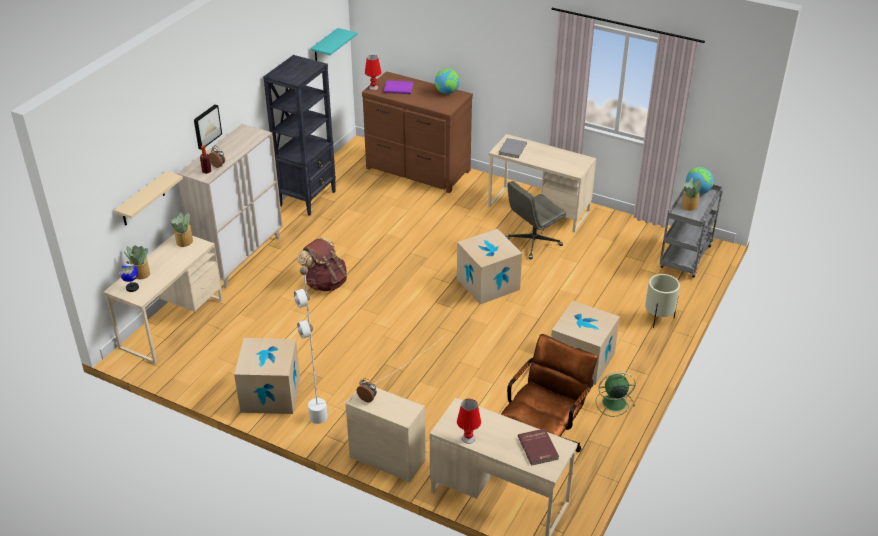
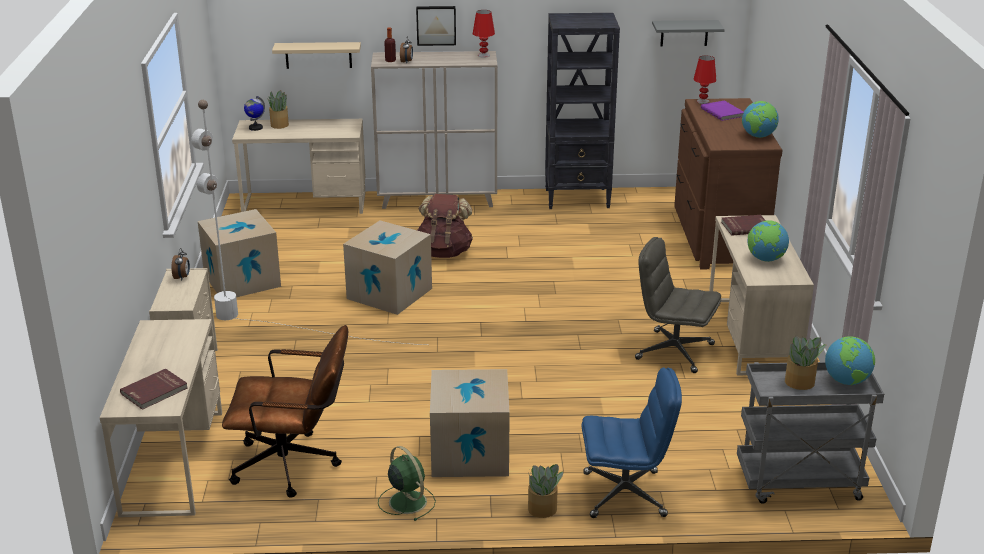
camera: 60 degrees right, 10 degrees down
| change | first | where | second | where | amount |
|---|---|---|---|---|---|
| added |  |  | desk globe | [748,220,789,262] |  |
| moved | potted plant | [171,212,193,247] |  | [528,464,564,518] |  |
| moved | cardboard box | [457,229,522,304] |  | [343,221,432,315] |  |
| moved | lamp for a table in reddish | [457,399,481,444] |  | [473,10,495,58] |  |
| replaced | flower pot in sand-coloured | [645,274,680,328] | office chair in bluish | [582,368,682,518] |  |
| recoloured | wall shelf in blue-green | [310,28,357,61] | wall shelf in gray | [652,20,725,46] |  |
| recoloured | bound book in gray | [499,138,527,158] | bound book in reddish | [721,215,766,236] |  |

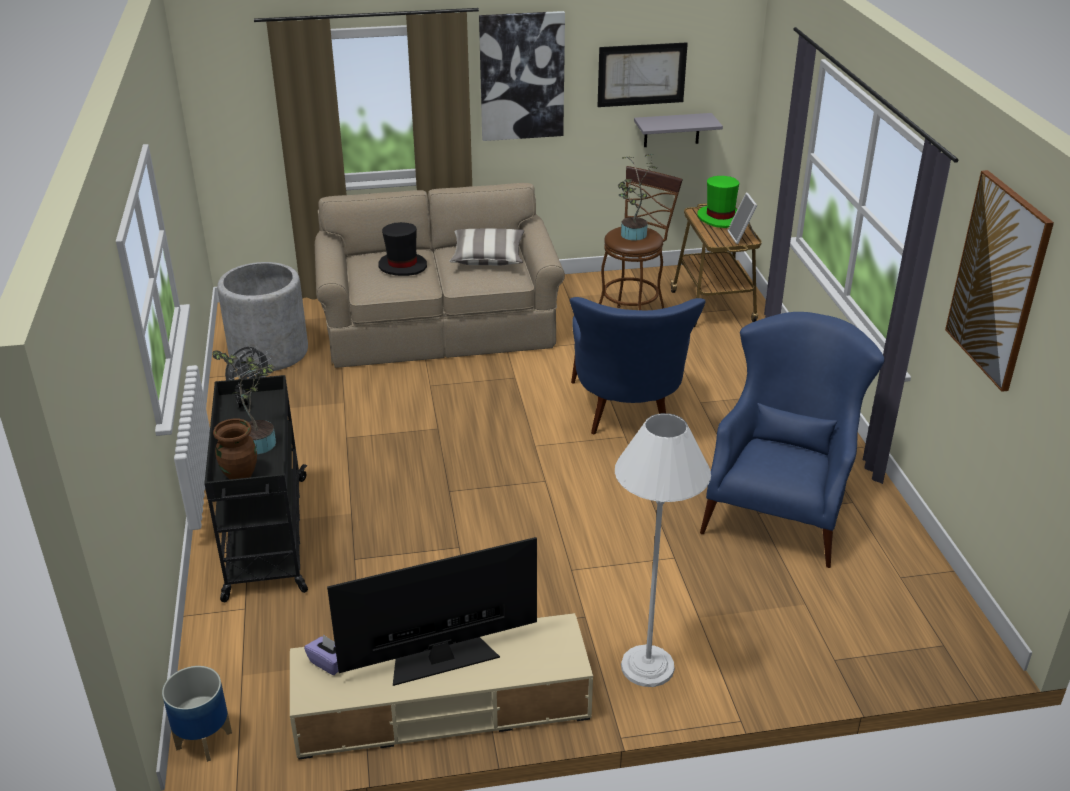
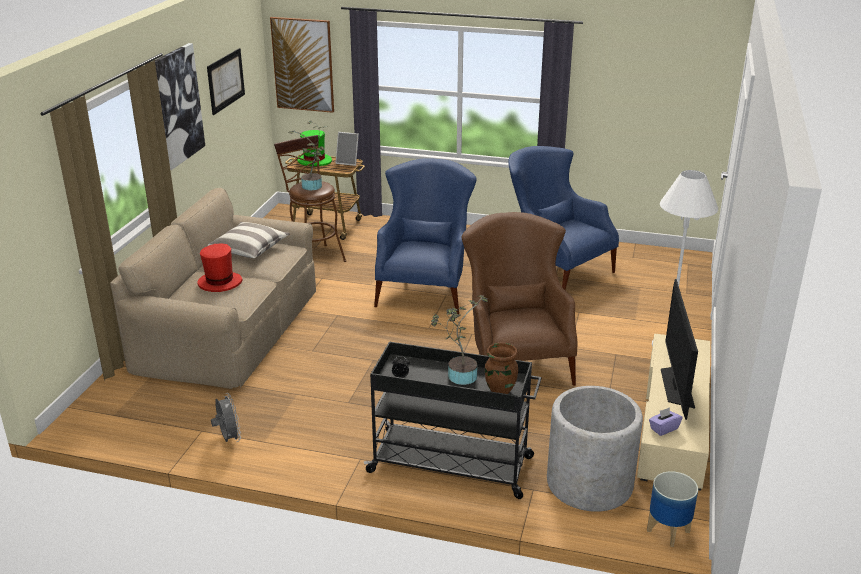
camera: 65 degrees left, 5 degrees down
| change | first | where | second | where | amount |
|---|---|---|---|---|---|
| removed | wall shelf in gray | [634,113,723,147] |  |  |  |
| added |  |  | lounge chair in brown | [462,212,577,386] |  |
| moved | flower pot in gray | [217,262,308,371] |  | [547,386,643,512] |  |
| moved | picture | [945,170,1054,392] |  | [270,17,334,113] |  |
| recoloured | hat in black | [378,222,427,276] | hat in reddish | [197,244,242,292] |  |
| turned | lounge chair in bluish | [570,297,706,435] |  | [374,158,477,314] | 105 degrees counterclockwise |

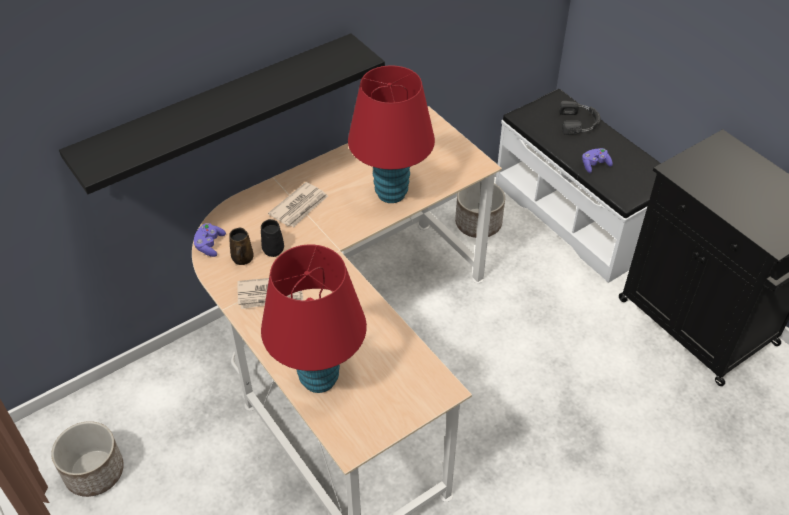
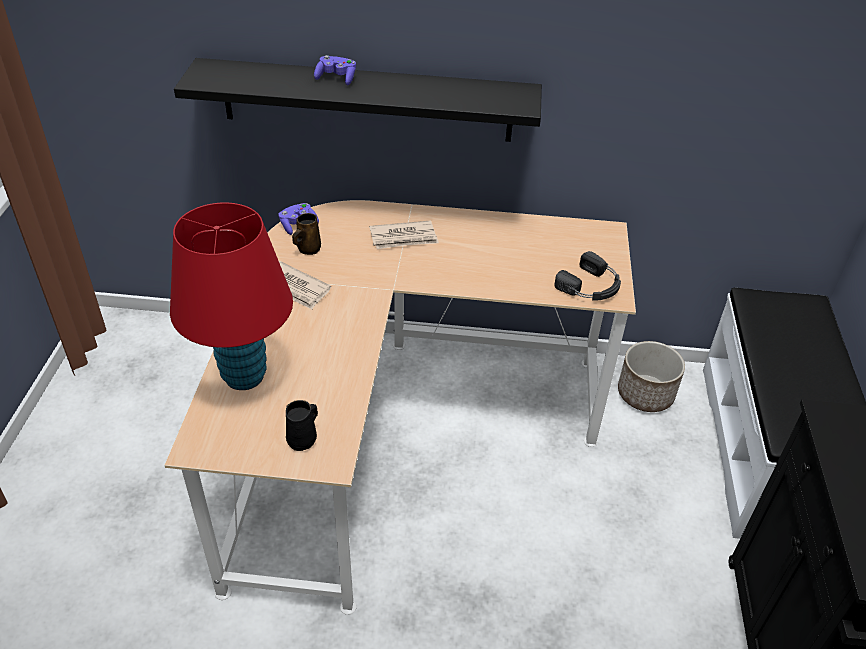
camera: 40 degrees right, 5 degrees down
| change | first | where | second | where | amount |
|---|---|---|---|---|---|
| removed | flower pot | [51,421,124,497] |  |  |  |
| removed | lamp for a table in reddish | [348,65,435,203] |  |  |  |
| moved | tea mug in black | [261,219,284,257] |  | [286,400,318,451] |  |
| moved | headset in black | [559,101,601,135] |  | [555,251,621,301] |  |
| moved | joypad in purple-coloured | [582,148,613,173] |  | [314,55,356,85] |  |

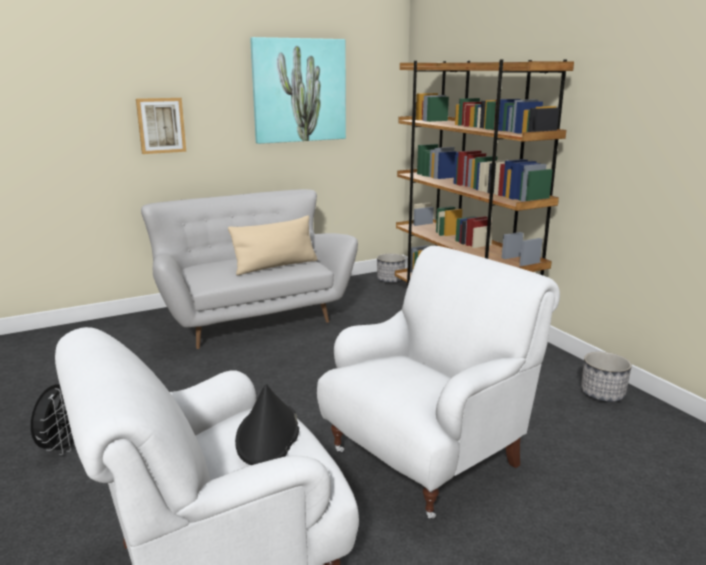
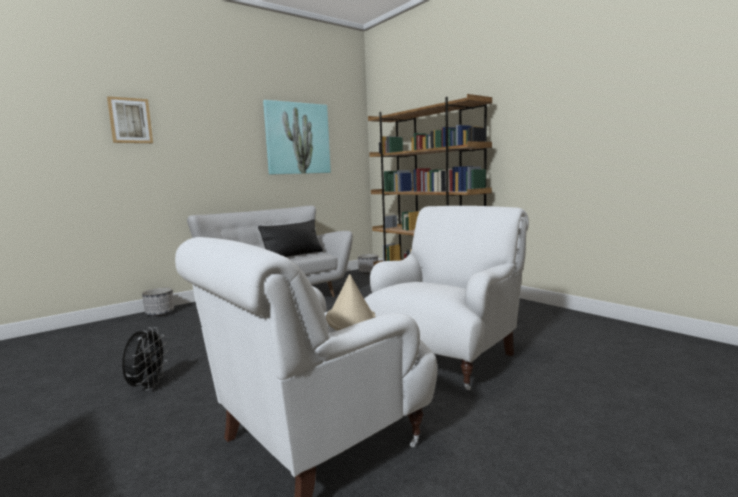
camera: 10 degrees left, 10 degrees down
| change | first | where | second | where | amount |
|---|---|---|---|---|---|
| moved | picture | [136,98,186,154] |  | [107,96,153,143] |  |
| moved | flower pot | [581,352,632,402] |  | [142,288,174,316] |  |
| recoloured | cushion in sand-coloured | [228,215,318,275] | cushion in black | [258,219,323,257] |  |
| recoloured | hat in black | [235,384,299,465] | hat in sand-coloured | [326,274,375,331] |  |

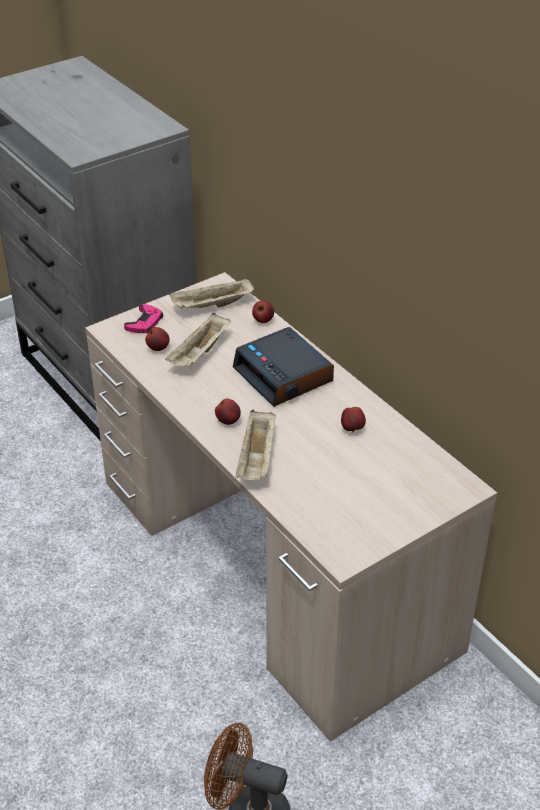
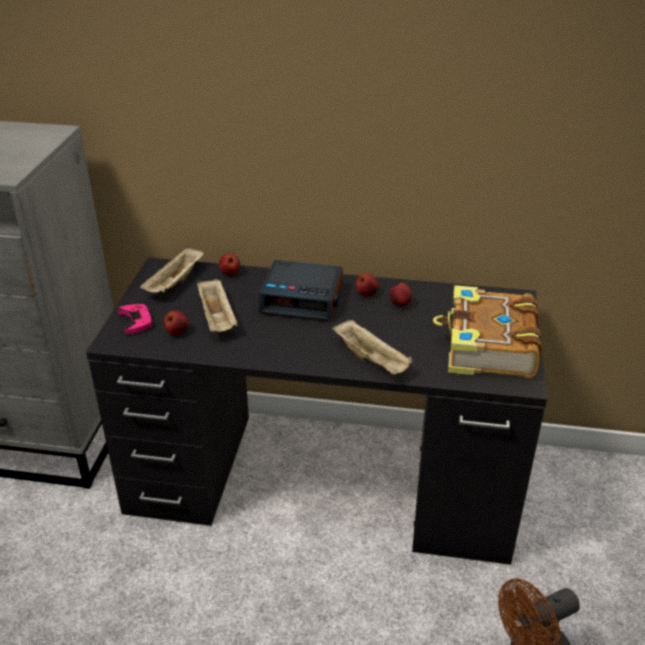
camera: 45 degrees left, 5 degrees down
| change | first | where | second | where | amount |
|---|---|---|---|---|---|
| added |  |  | bound book | [433,285,542,378] |  |
| moved | whole apple | [215,398,241,425] |  | [356,273,379,297] |  |
| recoloured | desk in sand-coloured | [85,272,497,742] | desk in black | [86,257,547,565] |  |

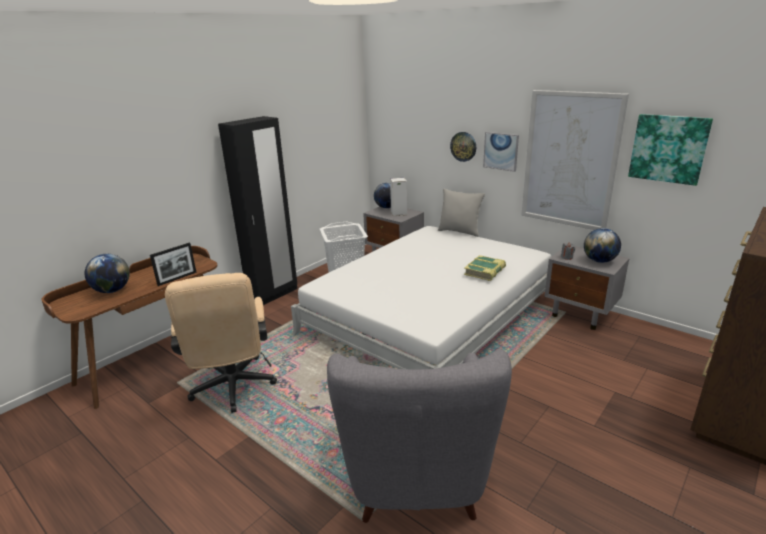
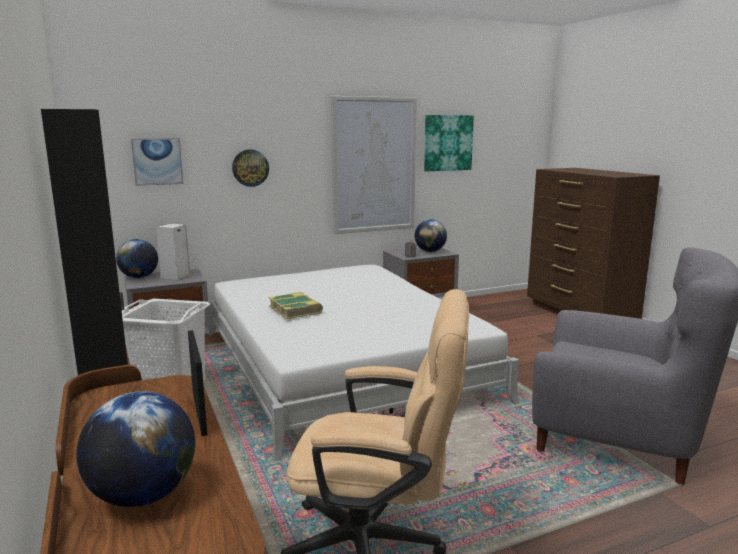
camera: 65 degrees left, 10 degrees down
| change | first | where | second | where | amount |
|---|---|---|---|---|---|
| removed | cushion in gray | [438,188,485,237] |  |  |  |
| moved | bound book | [464,255,506,281] |  | [269,292,323,319] |  |
| moved | picture | [483,132,519,172] |  | [131,138,183,186] |  |

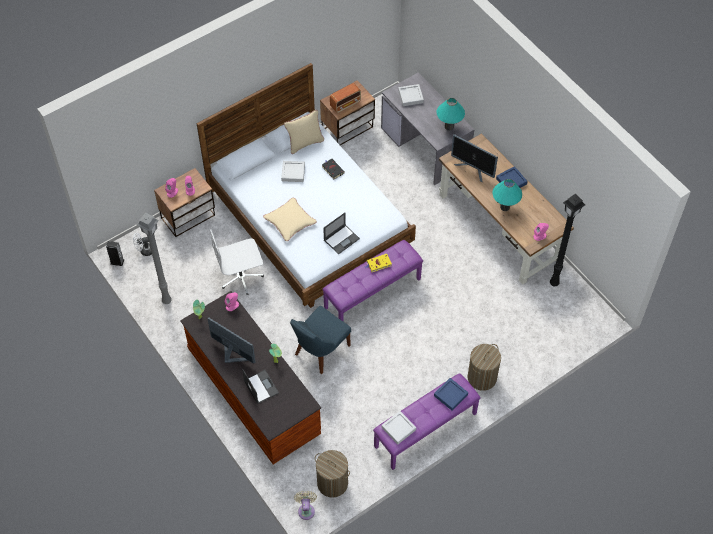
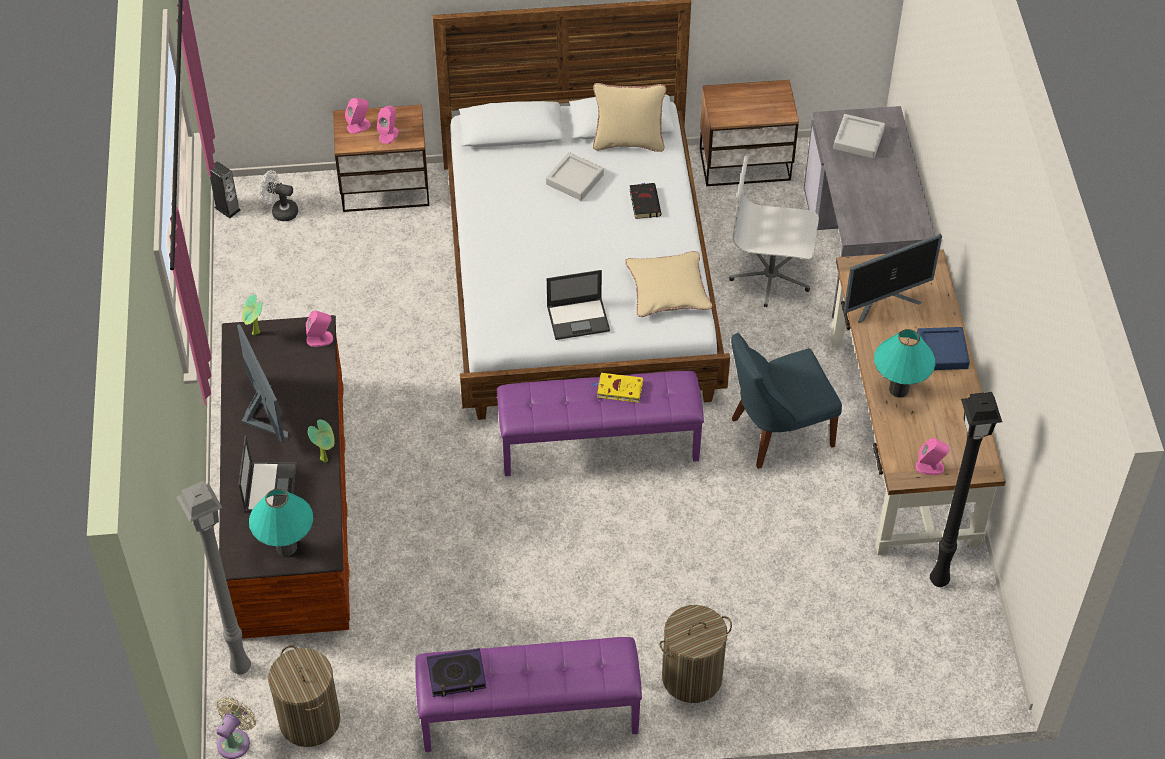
camera: 30 degrees right, 5 degrees down
| change | first | where | second | where | amount |
|---|---|---|---|---|---|
| removed | radio receiver | [330,83,361,113] |  |  |  |
| removed | serving tray in bluish | [434,378,468,411] |  |  |  |
| moved | standard lamp in gray | [137,213,172,304] |  | [176,481,251,675] |  |
| moved | office chair in whitish | [210,229,264,295] |  | [729,156,819,307] |  |
| moved | cushion in sand-coloured | [263,198,317,241] |  | [625,251,712,317] |  |
| moved | plain chair in bluish | [290,306,351,374] |  | [731,333,842,469] |  |
| moved | lamp for a table in blue-green | [436,98,465,131] |  | [249,489,313,556] |  |
| replaced | serving tray in gray | [382,411,416,444] | bound book | [427,648,486,697] |  |
| turned | monitor | [451,134,498,182] |  | [844,234,942,323] | 90 degrees counterclockwise |

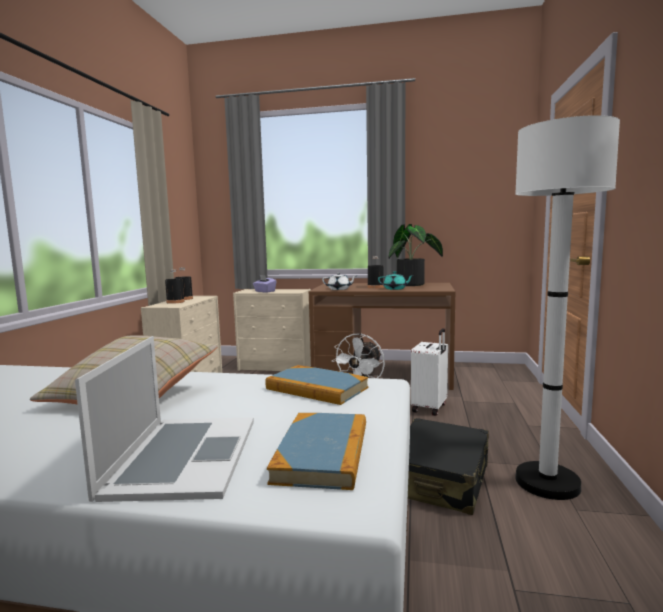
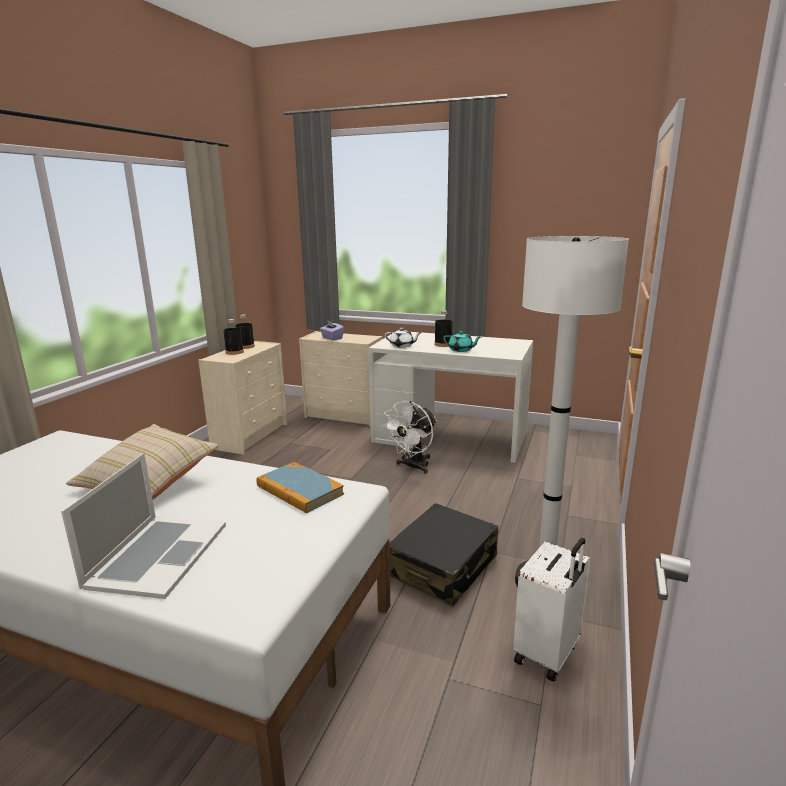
camera: 10 degrees right, 10 degrees up
| change | first | where | second | where | amount |
|---|---|---|---|---|---|
| removed | bound book | [267,413,366,490] |  |  |  |
| removed | potted plant | [388,224,443,286] |  |  |  |
| moved | travel case in whitish | [411,328,448,416] |  | [513,538,590,682] |  |
| recoloured | desk in brown | [309,283,456,390] | desk in whitish | [368,332,533,463] |  |

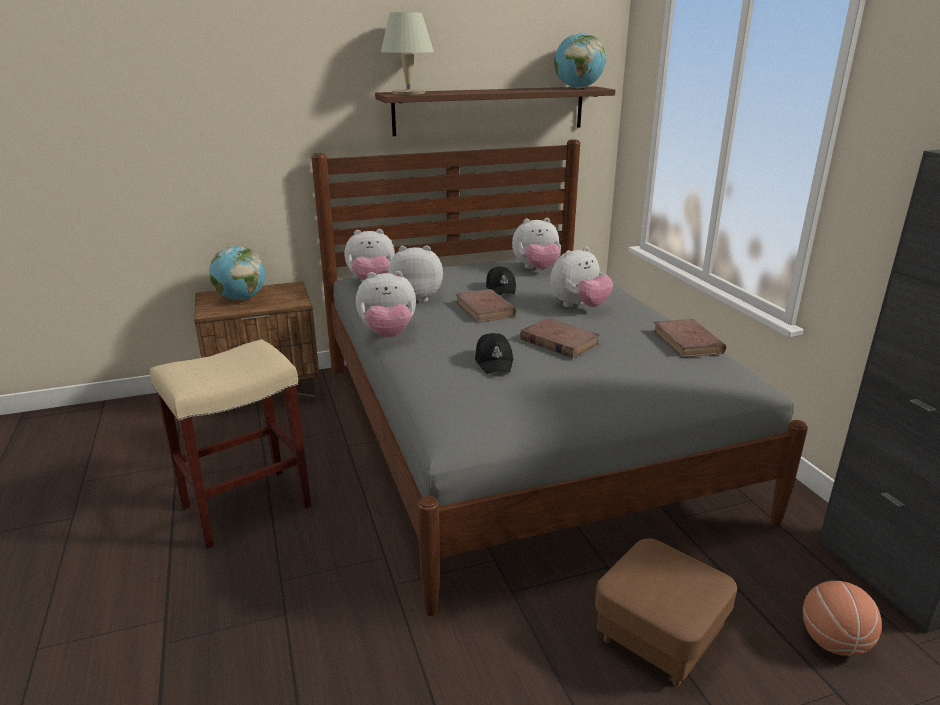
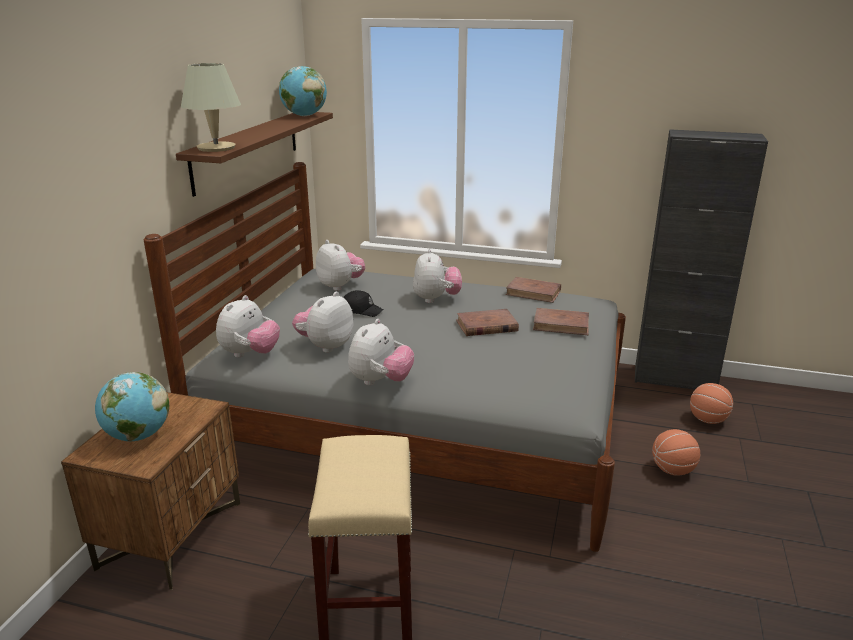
camera: 55 degrees left, 0 degrees up
| change | first | where | second | where | amount |
|---|---|---|---|---|---|
| removed | peaked cap in black | [475,333,513,374] |  |  |  |
| moved | bound book in brown | [455,289,516,323] |  | [533,308,589,335] |  |
| replaced | footrest in brown | [595,538,737,687] | basketball ball | [652,429,700,476] |  |
| turned | plush toy | [512,218,561,270] |  | [316,240,365,291] | 60 degrees counterclockwise |

